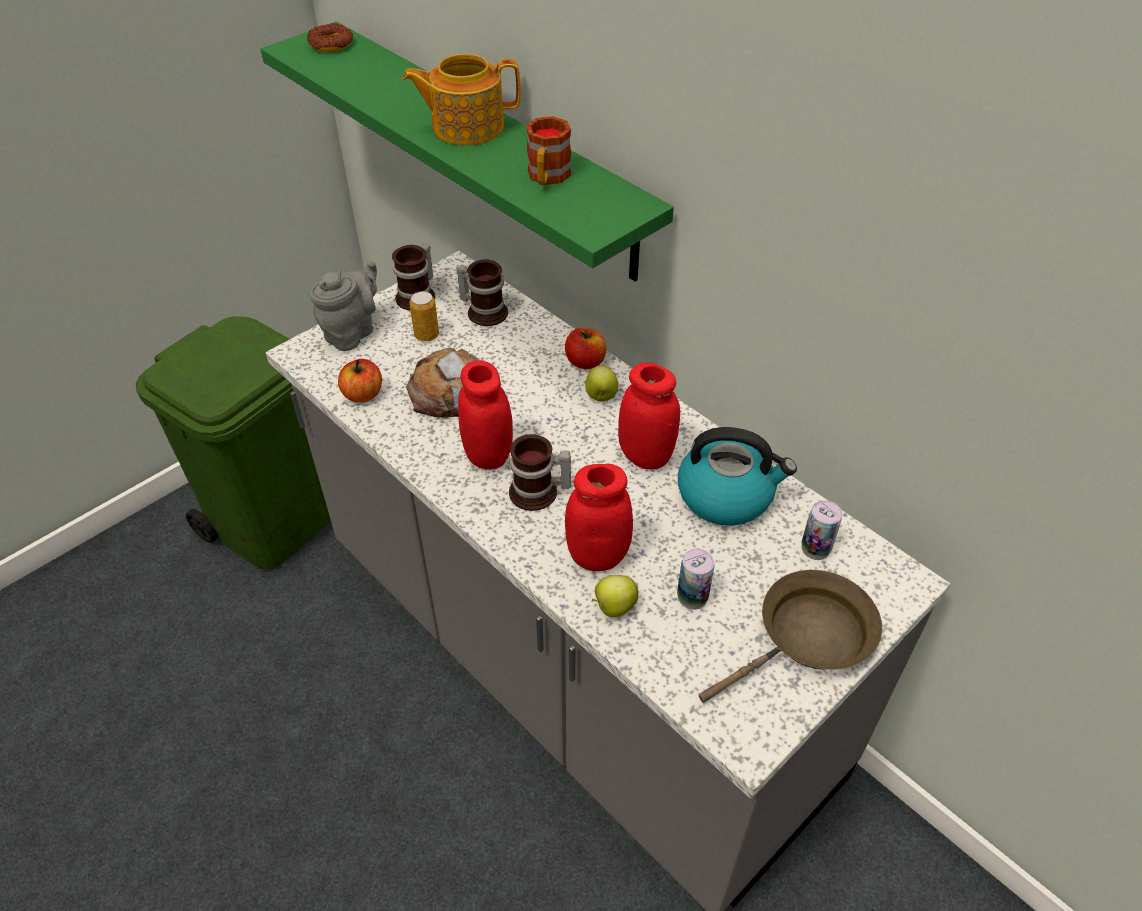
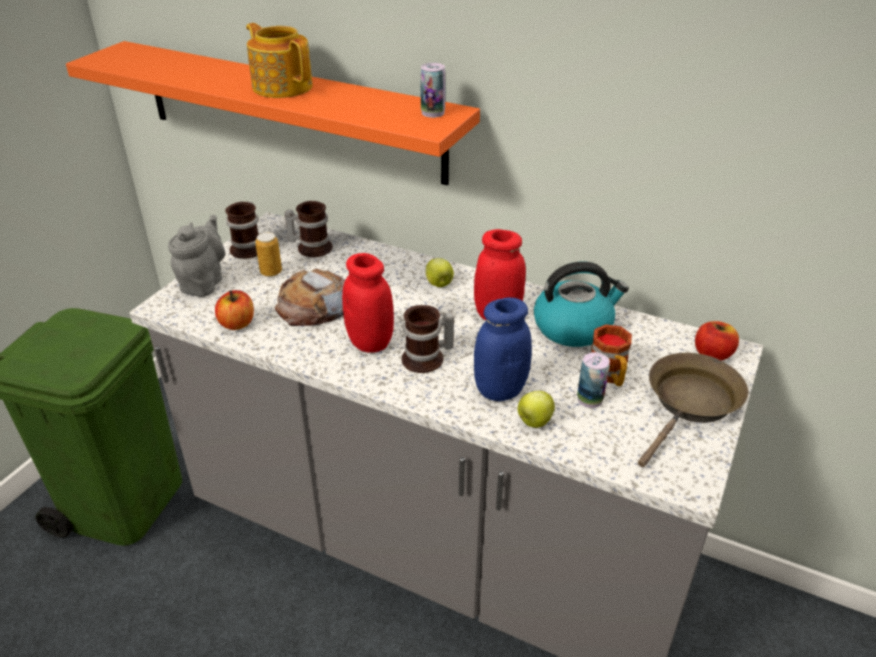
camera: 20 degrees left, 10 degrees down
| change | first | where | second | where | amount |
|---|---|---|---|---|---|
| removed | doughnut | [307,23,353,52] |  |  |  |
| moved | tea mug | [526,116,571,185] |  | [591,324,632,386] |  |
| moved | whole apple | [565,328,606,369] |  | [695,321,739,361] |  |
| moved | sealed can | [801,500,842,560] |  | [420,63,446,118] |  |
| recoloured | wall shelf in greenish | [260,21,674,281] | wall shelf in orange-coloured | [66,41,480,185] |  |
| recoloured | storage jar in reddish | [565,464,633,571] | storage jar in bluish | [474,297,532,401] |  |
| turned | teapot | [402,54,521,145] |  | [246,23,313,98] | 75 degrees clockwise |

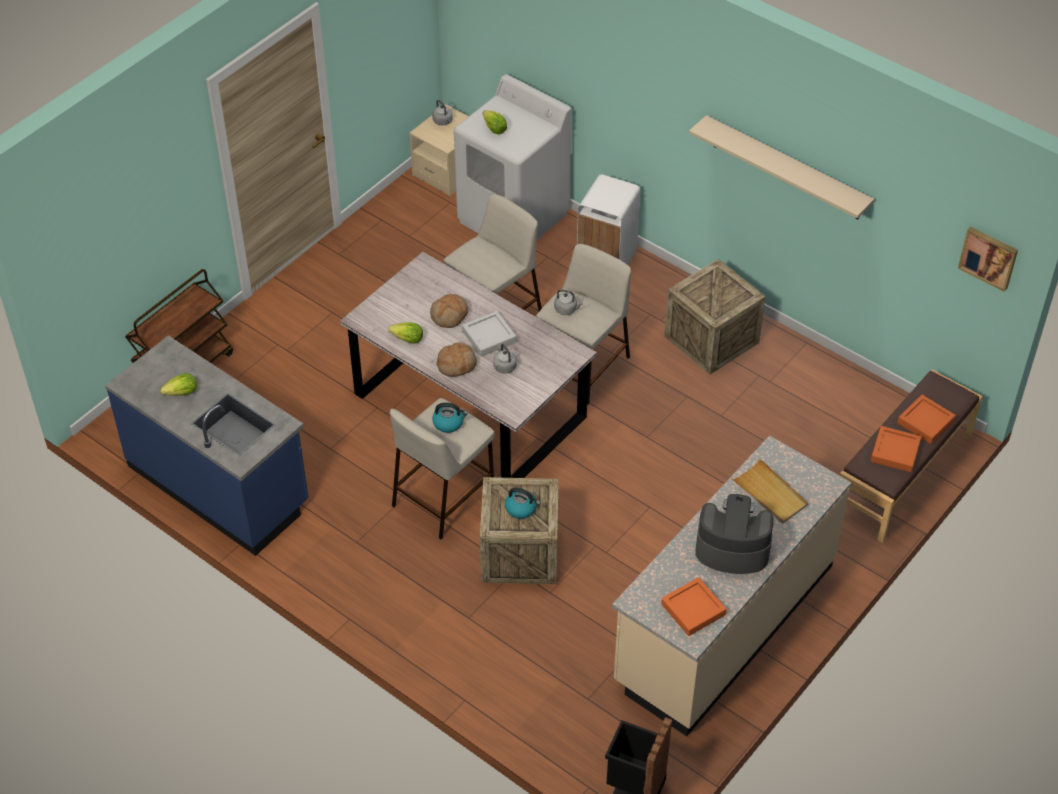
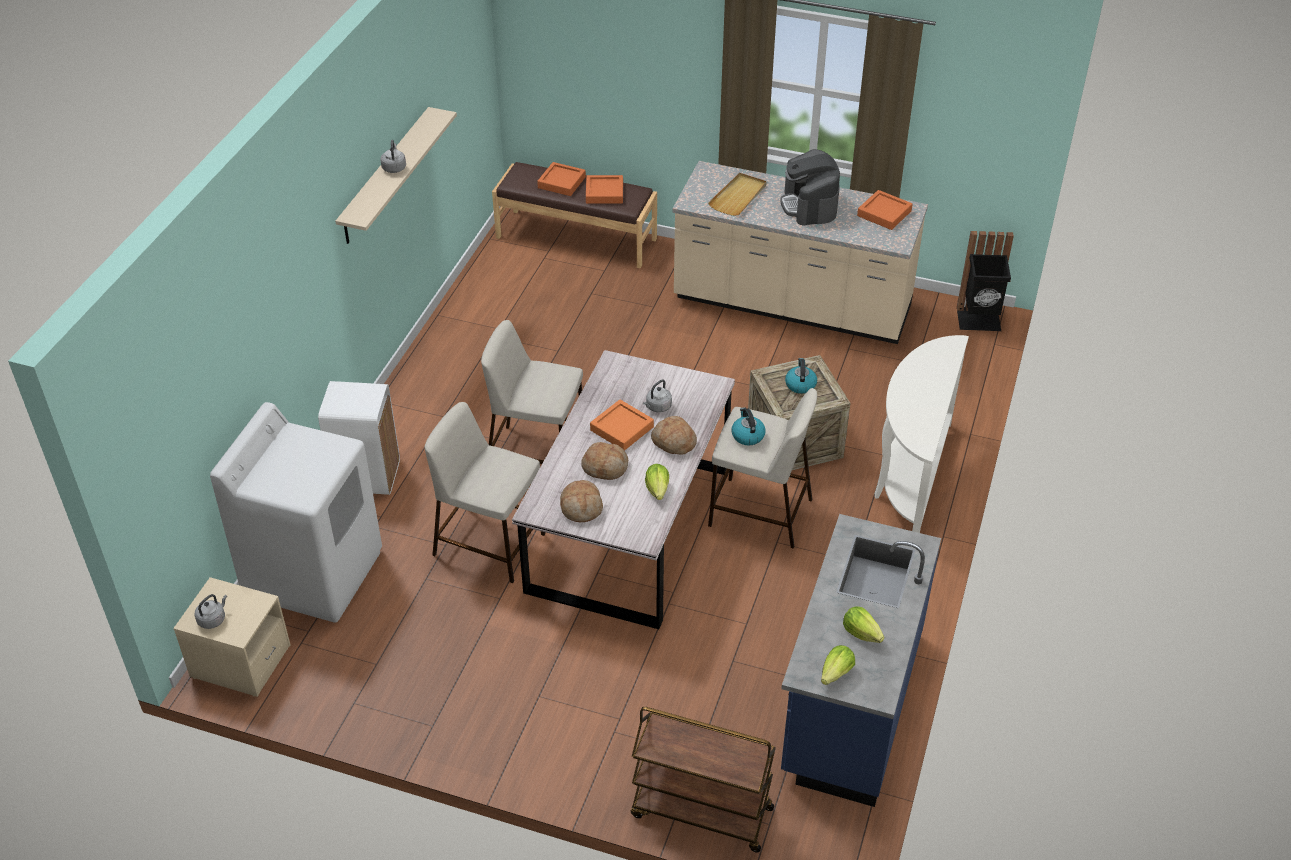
camera: 110 degrees left, 5 degrees down
| change | first | where | second | where | amount |
|---|---|---|---|---|---|
| removed | crate | [664,259,766,375] |  |  |  |
| removed | picture | [958,227,1018,292] |  |  |  |
| added |  |  | baked bread | [560,480,603,522] |  |
| added |  |  | narrow table in whitish | [874,335,969,533] |  |
| moved | head of lettuce | [483,110,507,134] |  | [821,645,855,685] |  |
| moved | kettle in gray | [554,289,583,315] |  | [380,140,406,173] |  |
| recoloured | serving tray in gray | [462,311,516,357] | serving tray in orange-coloured | [590,400,654,451] |  |

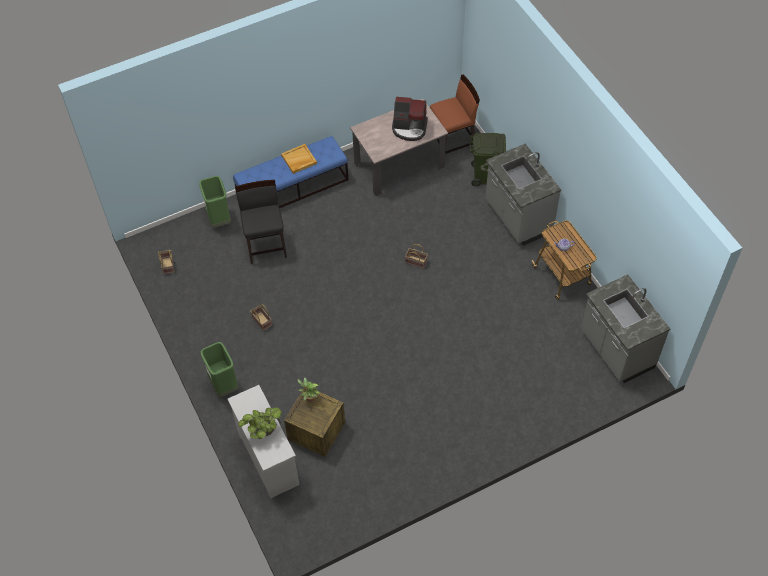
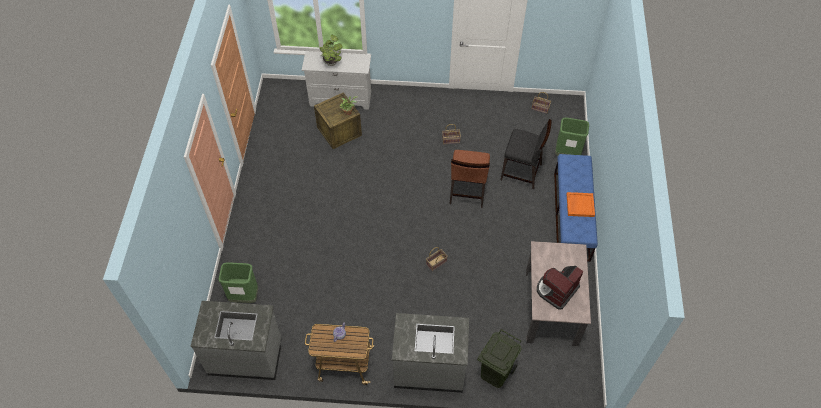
camera: 120 degrees right, 0 degrees up
| change | first | where | second | where | amount |
|---|---|---|---|---|---|
| moved | rubbish bin in greenish | [201,342,238,397] |  | [218,263,258,303] |  |
| moved | plain chair in brown | [430,75,480,154] |  | [450,150,490,208] |  |
| recoloured | serving tray in sand-coloured | [281,144,317,174] | serving tray in orange-coloured | [567,192,595,217] |  |

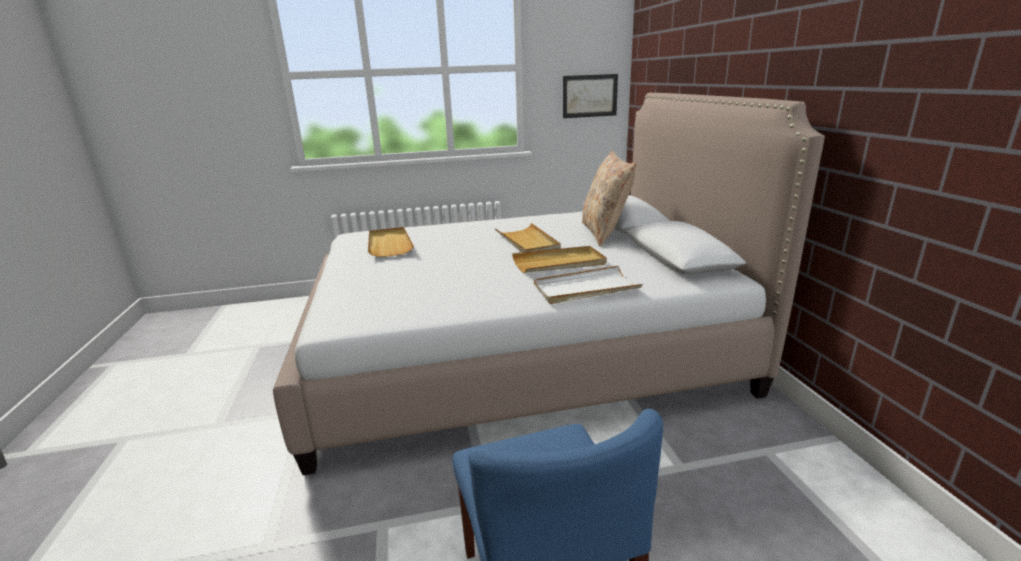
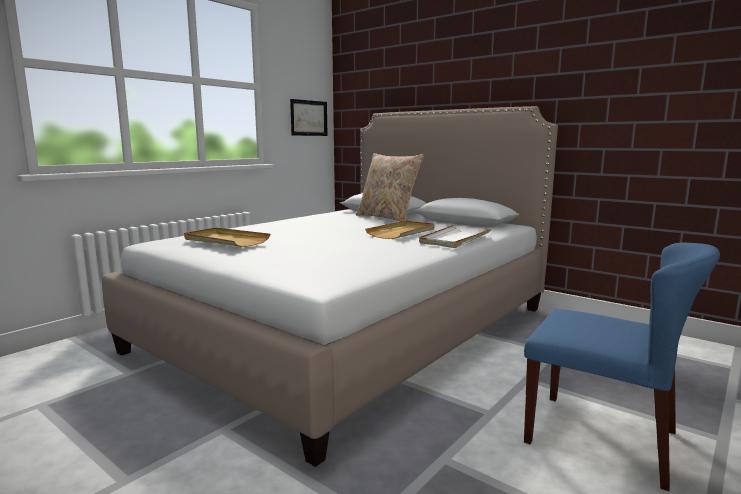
camera: 40 degrees left, 10 degrees down
| change | first | where | second | where | amount |
|---|---|---|---|---|---|
| removed | serving tray in sand-coloured | [495,223,561,252] |  |  |  |

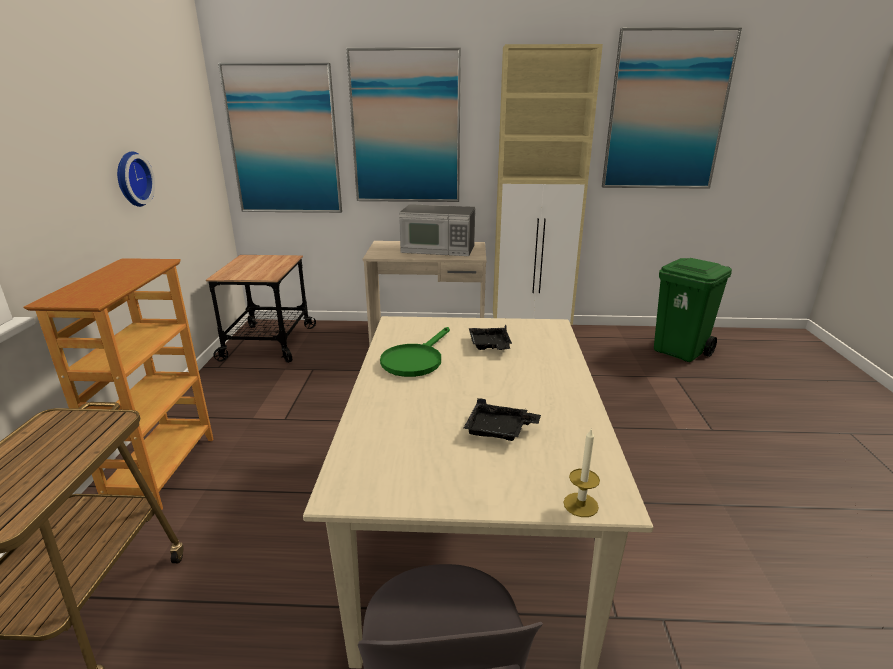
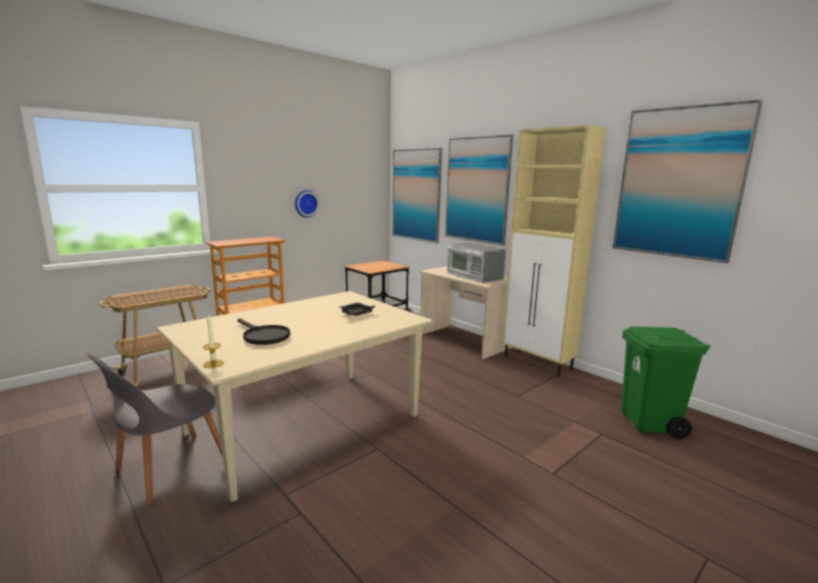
camera: 45 degrees right, 10 degrees down
| change | first | where | second | where | amount |
|---|---|---|---|---|---|
| removed | frying pan in greenish | [380,327,450,377] |  |  |  |
| replaced | serving tray in black | [464,398,541,441] | frying pan in black | [237,318,290,345] |  |

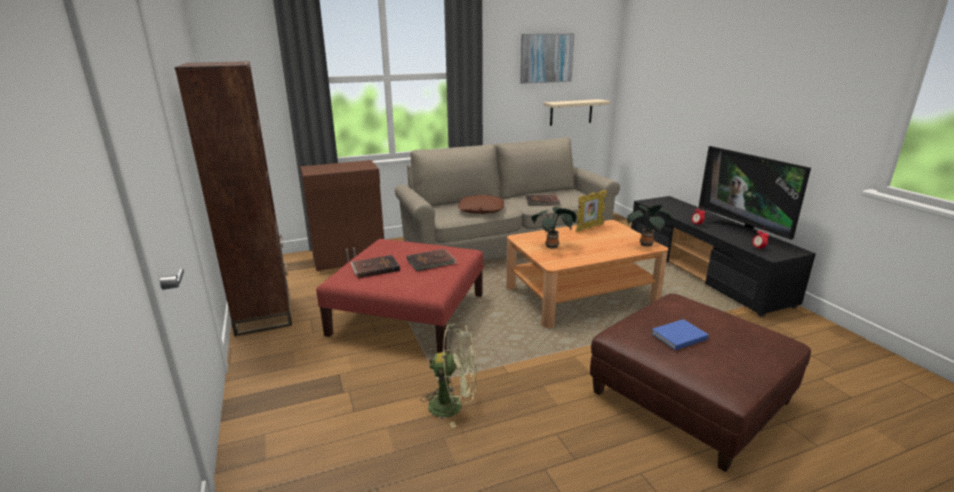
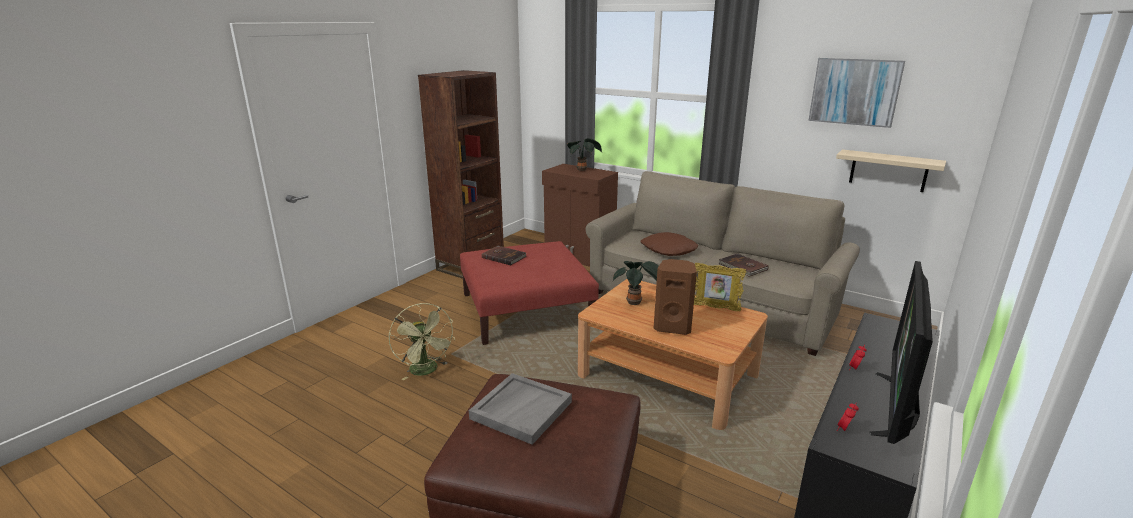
camera: 55 degrees right, 0 degrees up
| change | first | where | second | where | amount |
|---|---|---|---|---|---|
| removed | bound book in brown | [407,249,456,272] |  |  |  |
| added |  |  | audio speaker in brown | [654,259,697,335] |  |
| moved | potted plant | [627,205,671,247] |  | [567,138,602,171] |  |
| replaced | bound book in bluish | [651,319,709,350] | serving tray in gray | [469,373,572,445] |  |

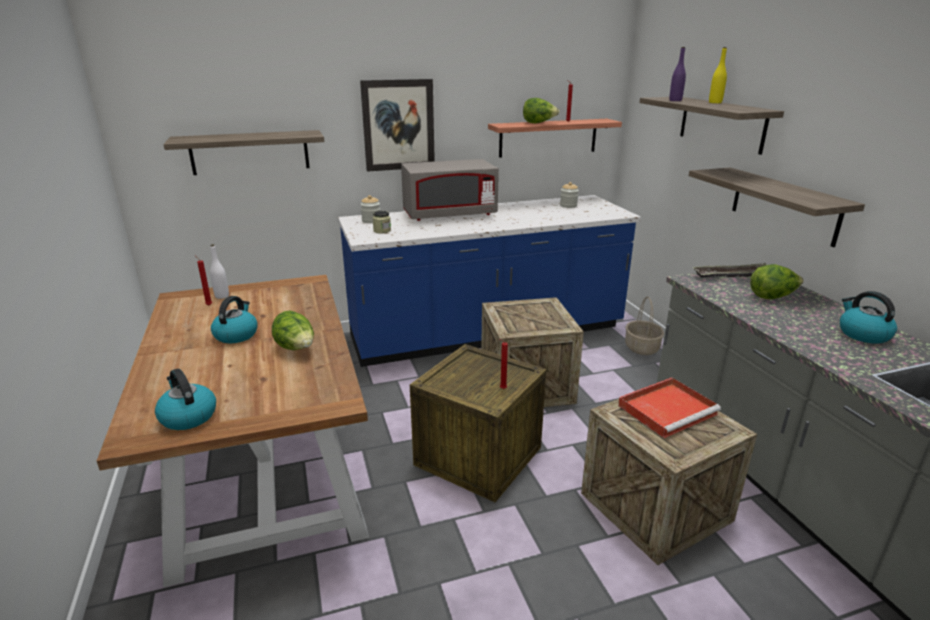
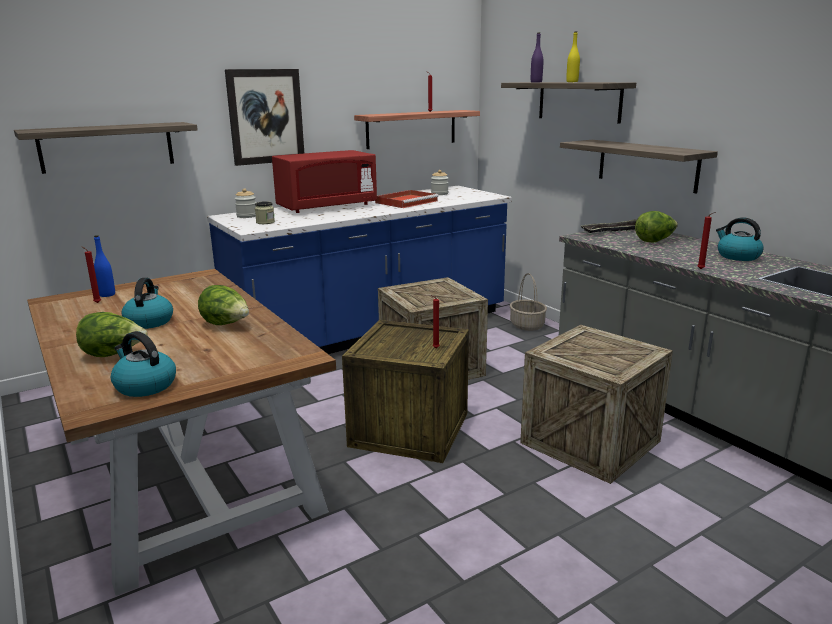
camera: 15 degrees left, 5 degrees down
| change | first | where | second | where | amount |
|---|---|---|---|---|---|
| added |  |  | wax candle in reddish | [698,212,715,269] |  |
| moved | head of lettuce | [523,98,560,123] |  | [76,312,148,357] |  |
| moved | serving tray in reddish | [618,378,721,438] |  | [375,190,439,208] |  |
| recoloured | bottle in whitish | [210,244,229,299] | bottle in bluish | [94,235,115,297] |  |
| recoloured | microwave in gray | [401,159,499,221] | microwave in reddish | [272,150,377,213] |  |

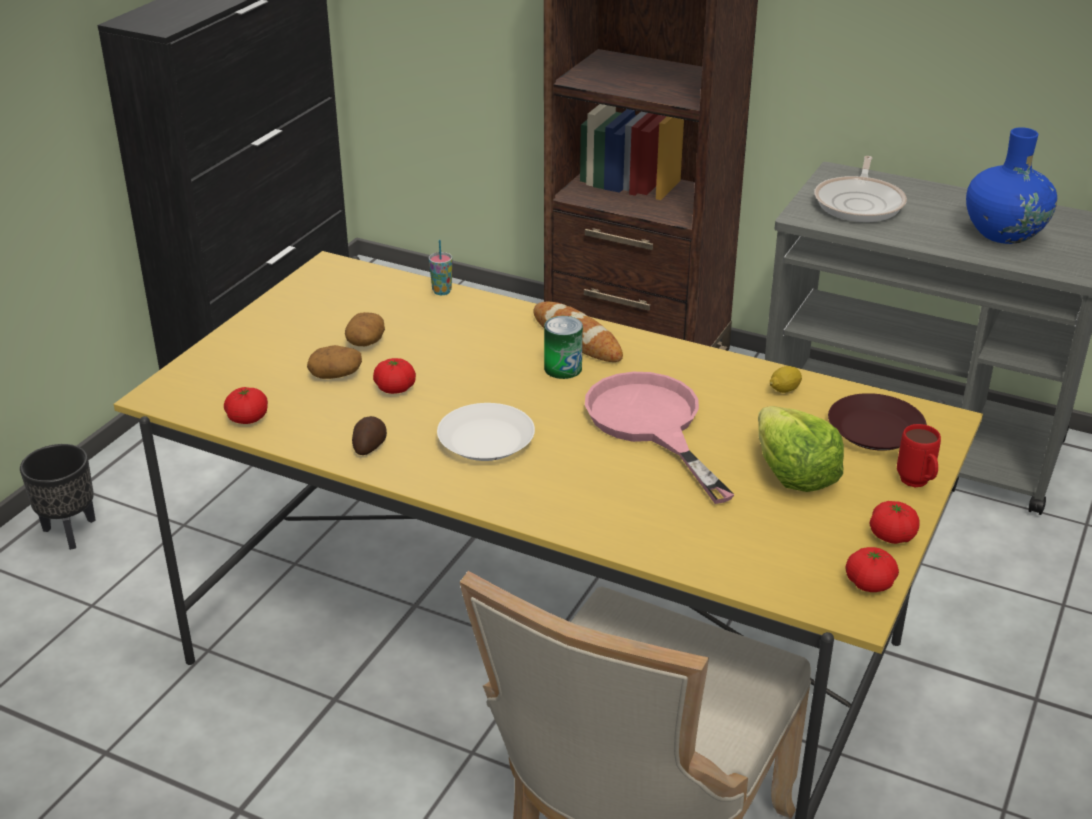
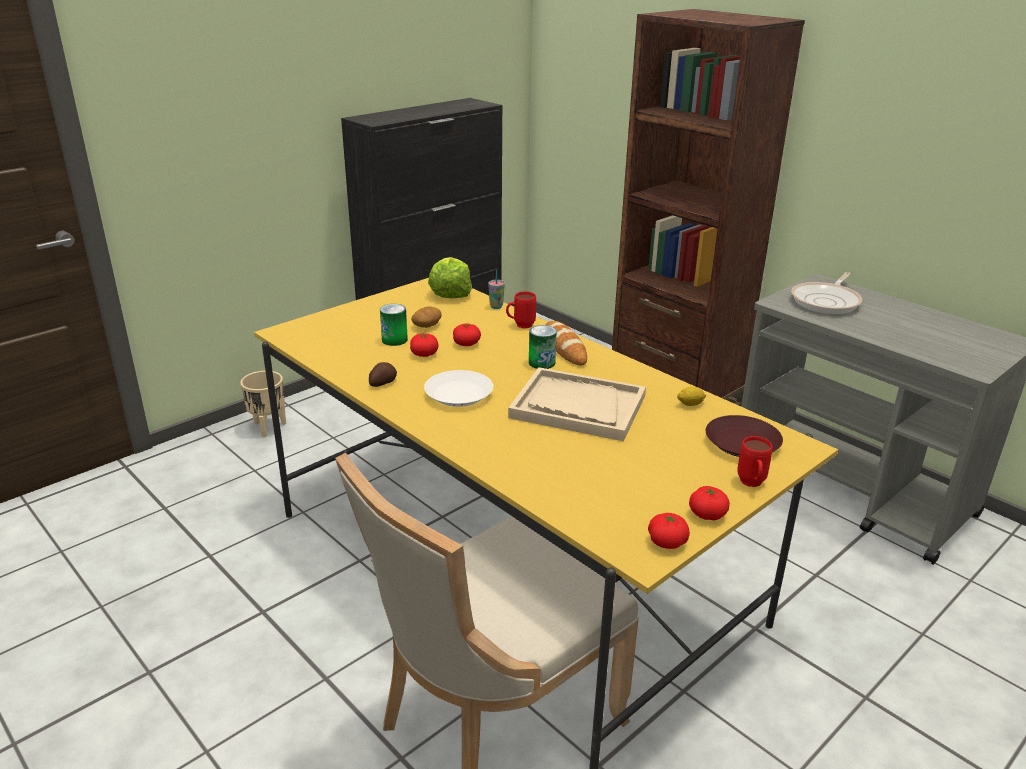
camera: 20 degrees right, 5 degrees down
| change | first | where | second | where | amount |
|---|---|---|---|---|---|
| removed | vase in bluish | [966,127,1057,244] |  |  |  |
| added |  |  | tea mug in reddish | [506,291,536,329] |  |
| moved | whole tomato | [224,387,268,424] |  | [453,323,481,346] |  |
| moved | head of lettuce | [758,406,844,492] |  | [428,257,472,298] |  |
| replaced | whole potato | [307,345,362,379] | sealed can | [380,304,408,346] |  |
| replaced | frying pan in pinkish | [585,372,734,504] | serving tray in sand-coloured | [508,367,646,441] |  |
| recoloured | flower pot in black | [20,444,96,550] | flower pot in sand-coloured | [240,371,286,437] |  |

